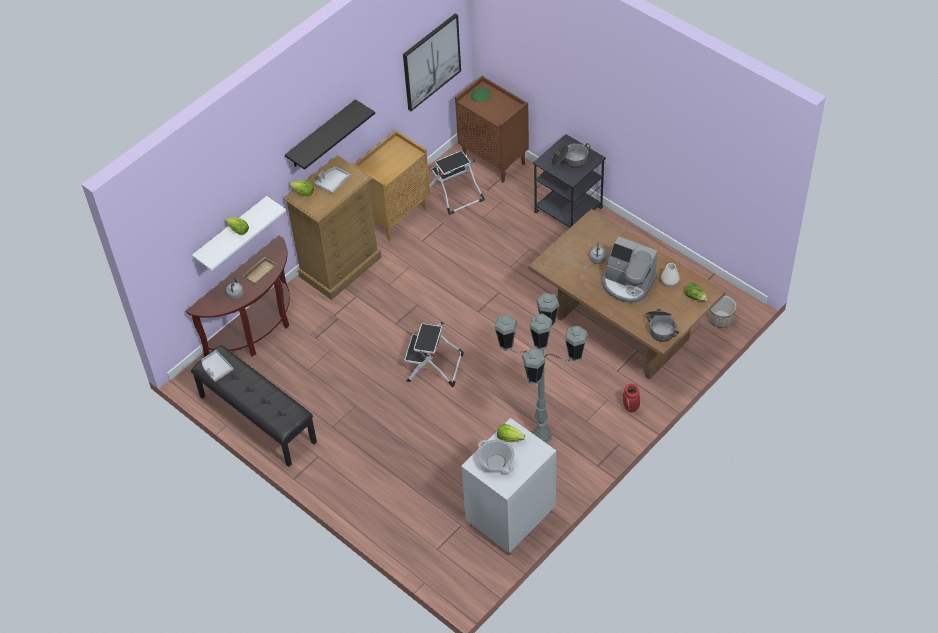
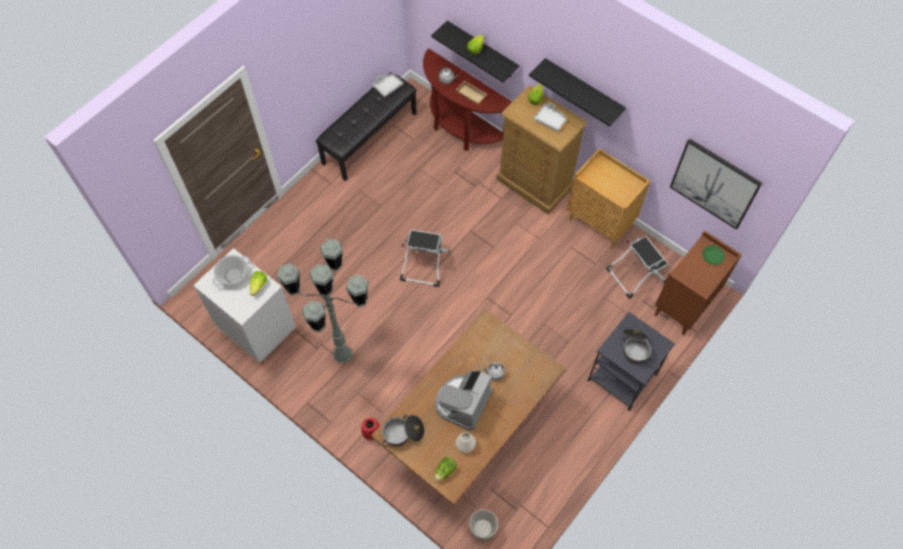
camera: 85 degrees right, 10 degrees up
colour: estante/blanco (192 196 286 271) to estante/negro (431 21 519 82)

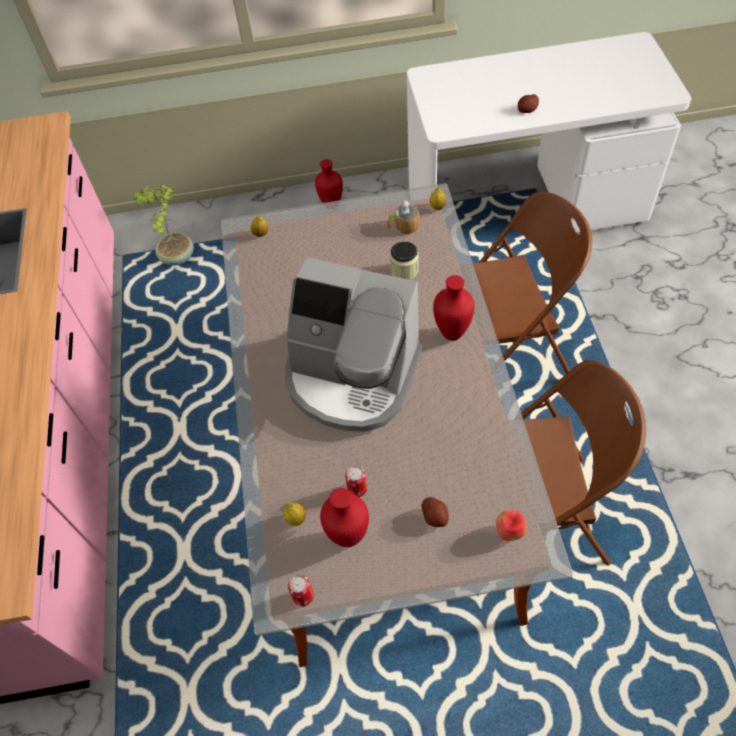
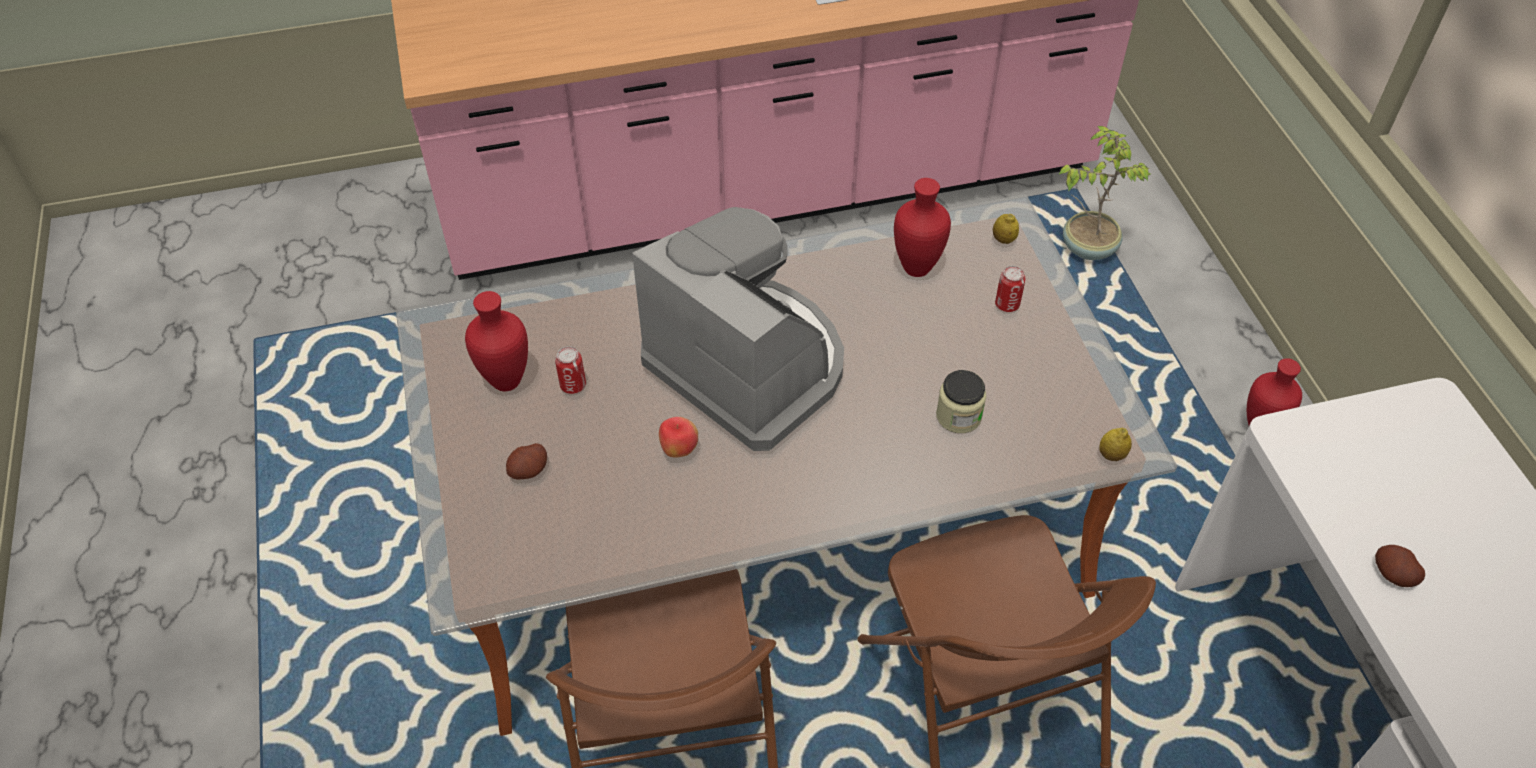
camera: 80 degrees right, 5 degrees down
missing: limón (283 502 306 526); taza grande (386 200 420 235)
relocated: lata (288 575 314 606) to (995 266 1025 312); florero/rojo (433 275 474 341) to (894 178 951 277); manzana (496 510 526 541) to (659 417 698 458)
spun: cafetera (285 257 422 432) = (633 207 844 451) 120 degrees clockwise

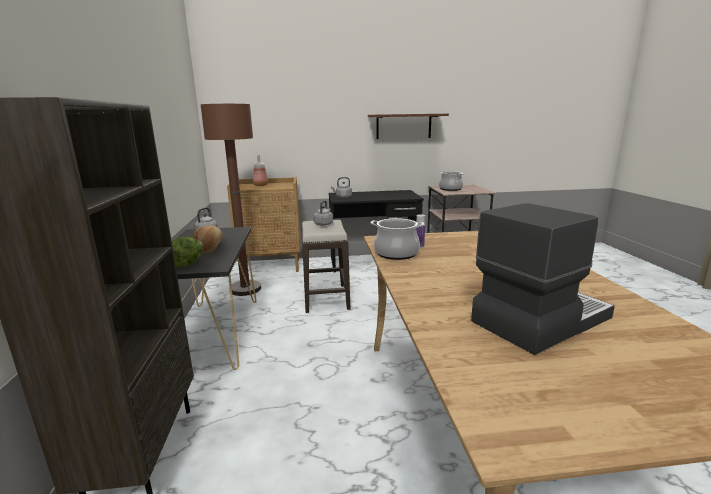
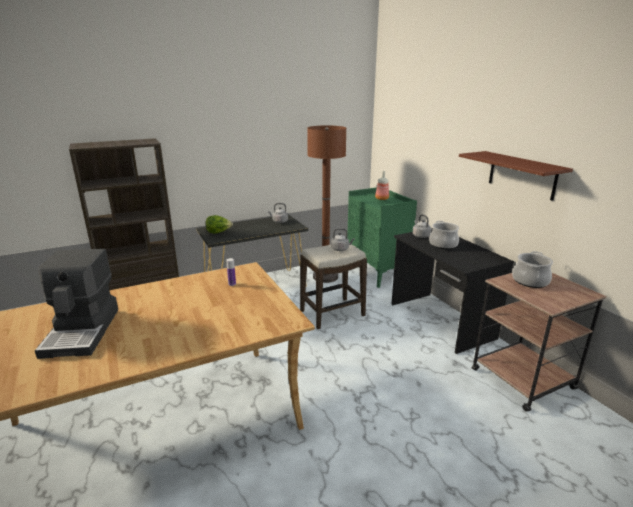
camera: 70 degrees right, 5 degrees up
missing: pan (192 226 223 253)
relocated: olla (371 218 425 260) to (429 221 459 249)
colour: armario/marrón (227 177 300 272) to armario/verde (347 187 417 288)
spun: cafetera (471 203 615 355) = (35 249 118 359) 45 degrees clockwise

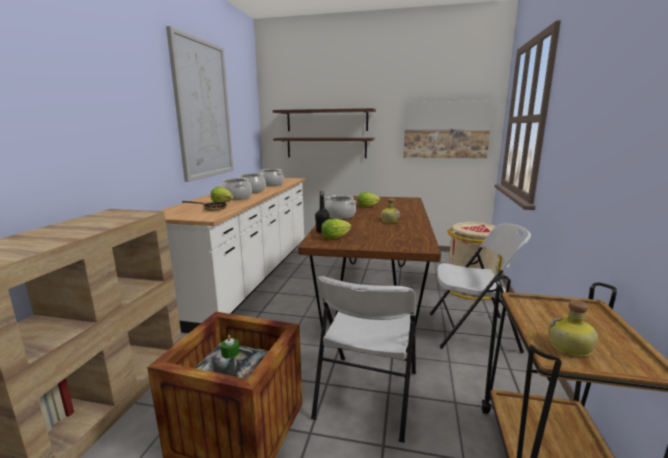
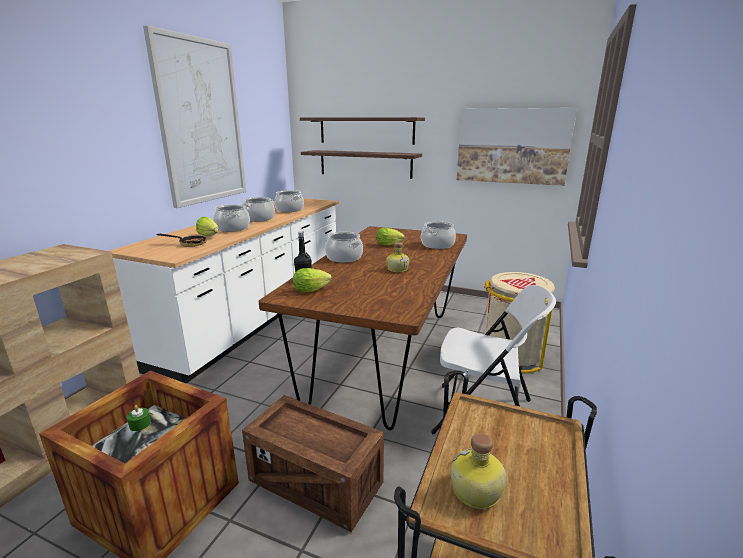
camera: 10 degrees right, 5 degrees up
appeared: olla (421 221 456 249)
exchanged: silla/blanco (311 276 416 443) to caja de embalaje (242 395 384 532)

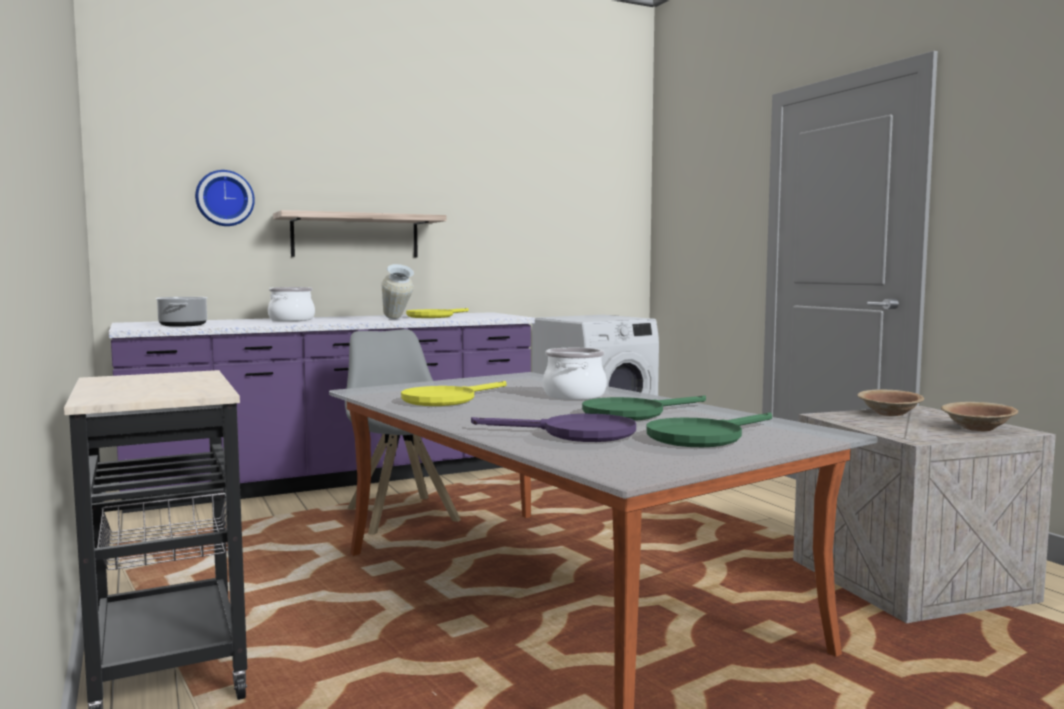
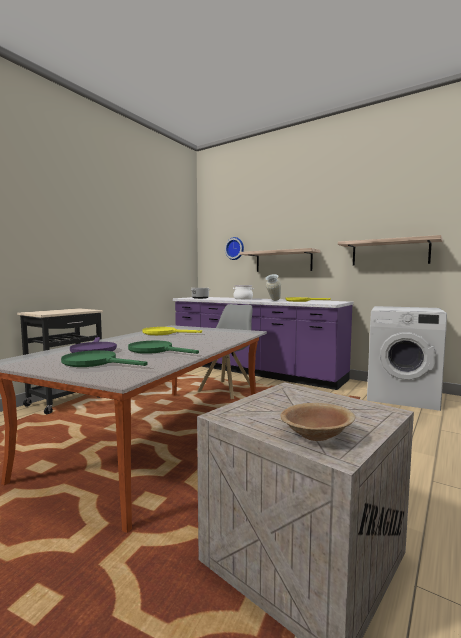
camera: 60 degrees right, 0 degrees up
missing: olla (543 348 607 400); cuenco/marrón (857 389 924 416)
appeared: estante (338 235 443 266)

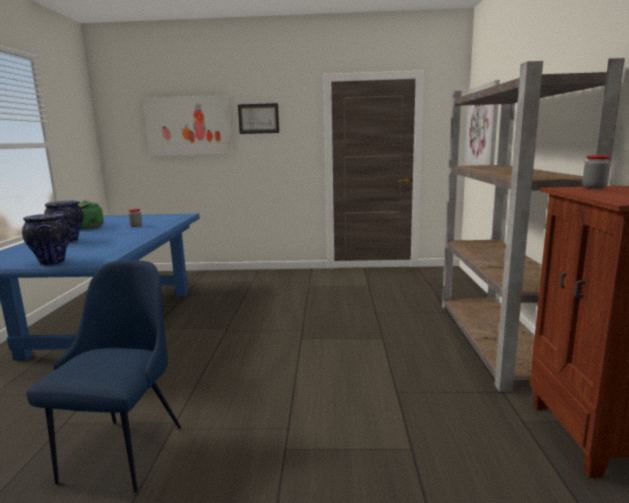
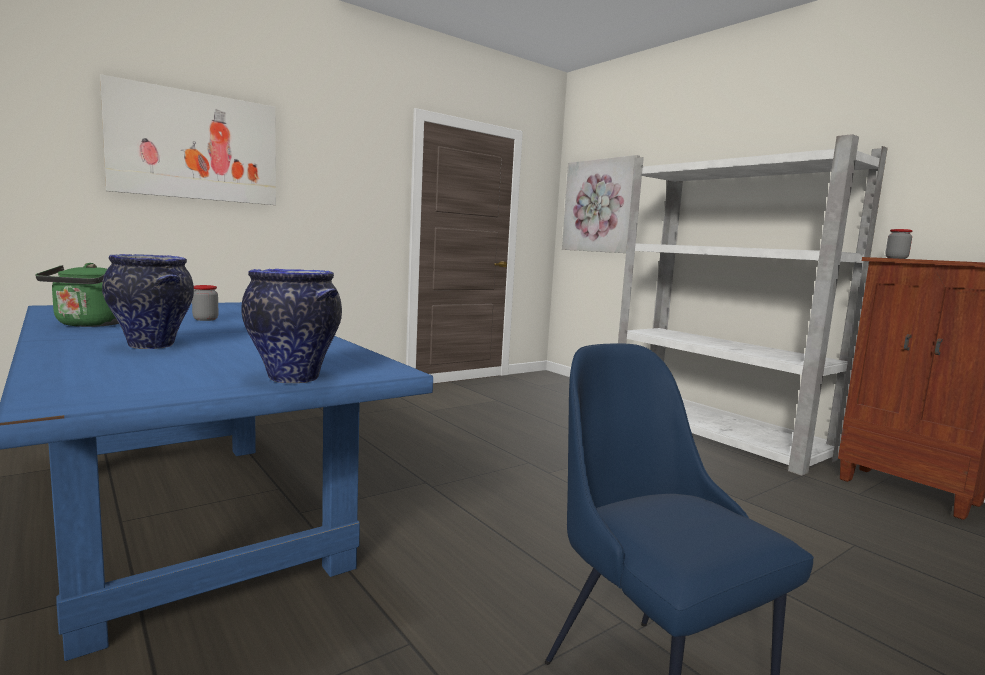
camera: 40 degrees left, 5 degrees down
missing: cuadro (238 103 279 134)
colour: estantería/marrón (442 58 625 392) to estantería/blanco (618 134 888 476)

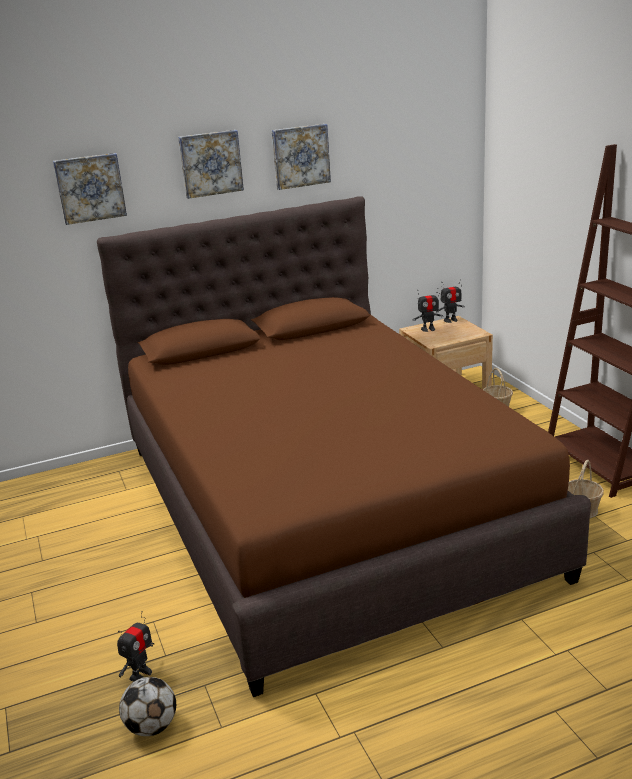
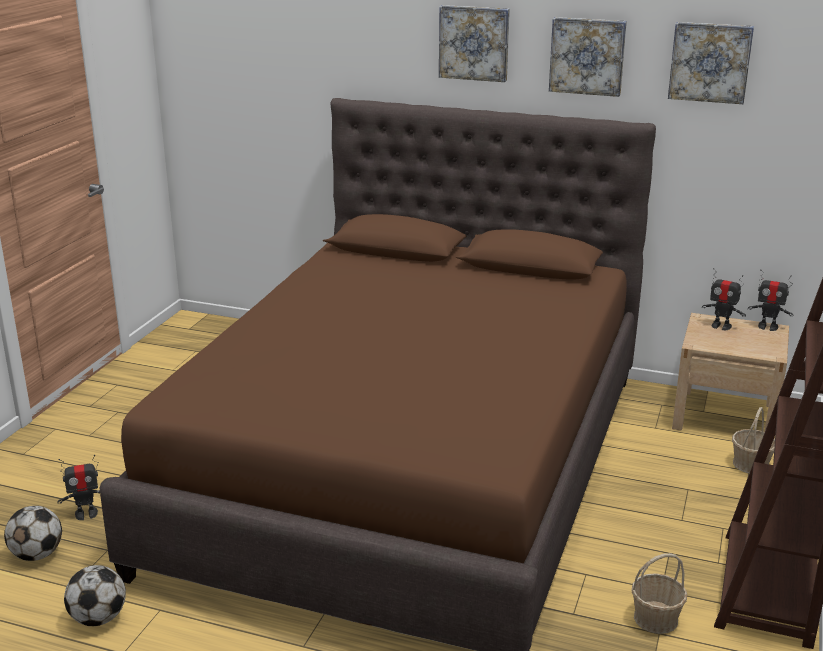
camera: 40 degrees right, 0 degrees up
appeared: balón de fútbol (64 565 126 626)
relocated: cuadro (53 153 127 225) to (668 22 754 104)

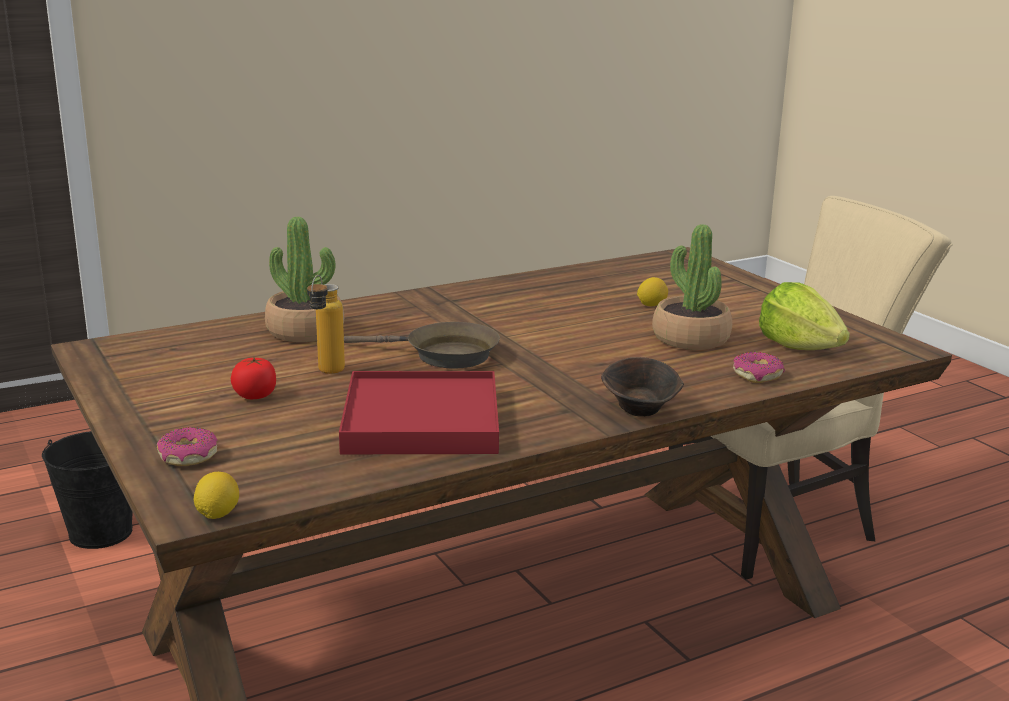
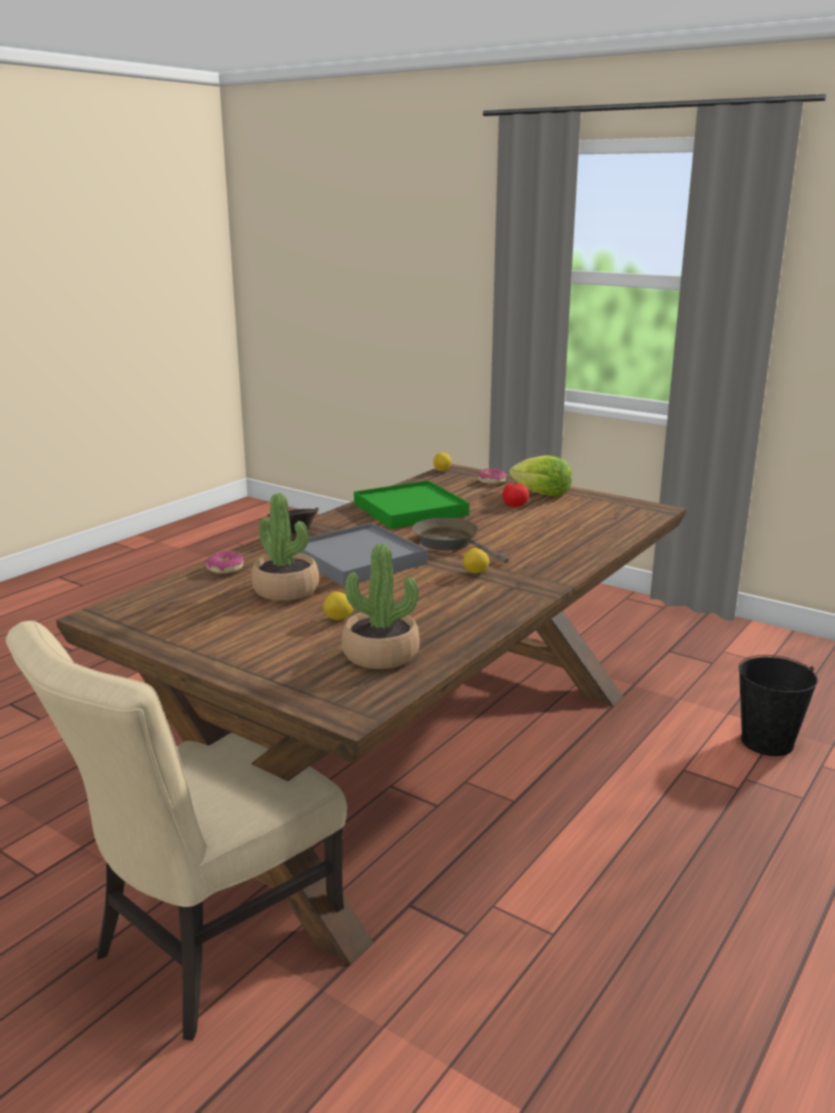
camera: 155 degrees right, 0 degrees up
missing: botella (307 275 345 374)
appeared: bandeja/gris (292 523 428 587); limón (463 548 489 573)
relocated: planta en maceta (265 217 344 342) to (341 544 420 669); lechuga (759 282 850 350) to (509 455 572 496)
colour: bandeja/rojo (339 371 499 454) to bandeja/verde (354 480 469 529)
spun: sartén/marrón (344 322 500 368) = (412 518 509 563) 60 degrees clockwise

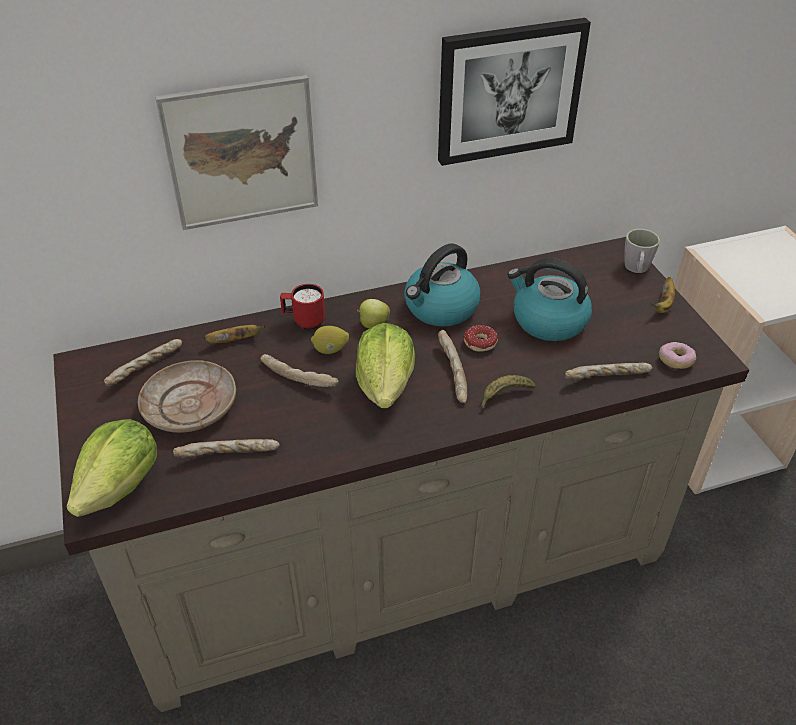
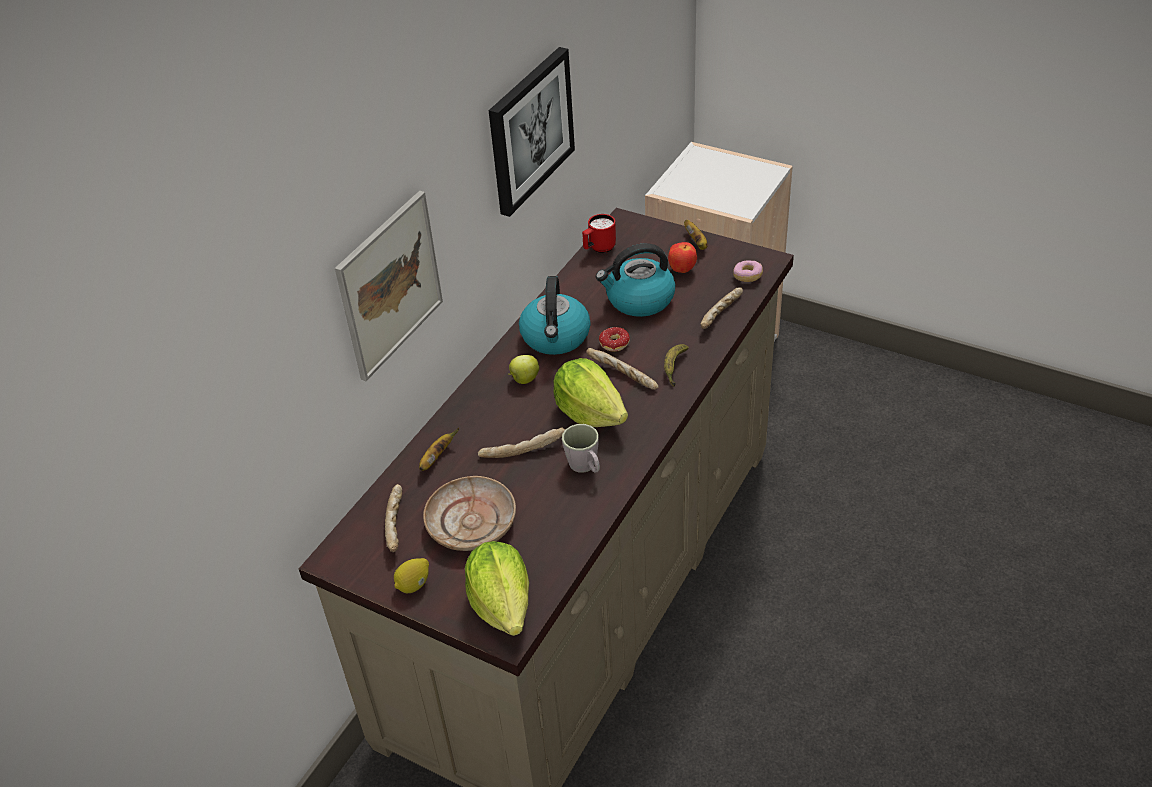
camera: 40 degrees left, 0 degrees up
missing: pan (173 439 280 458)
appeared: manzana (668 242 697 273)
relocated: taza grande/rojo (280 284 325 330) to (582 214 616 253); limón (311 326 349 354) to (394 558 429 593); taza grande/gris (624 229 660 273) to (562 424 600 473)

